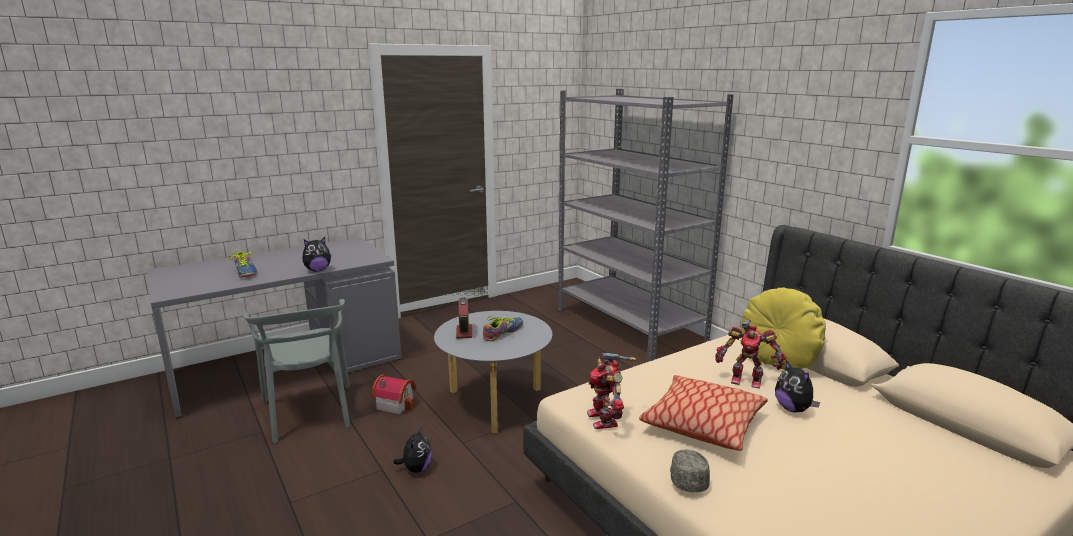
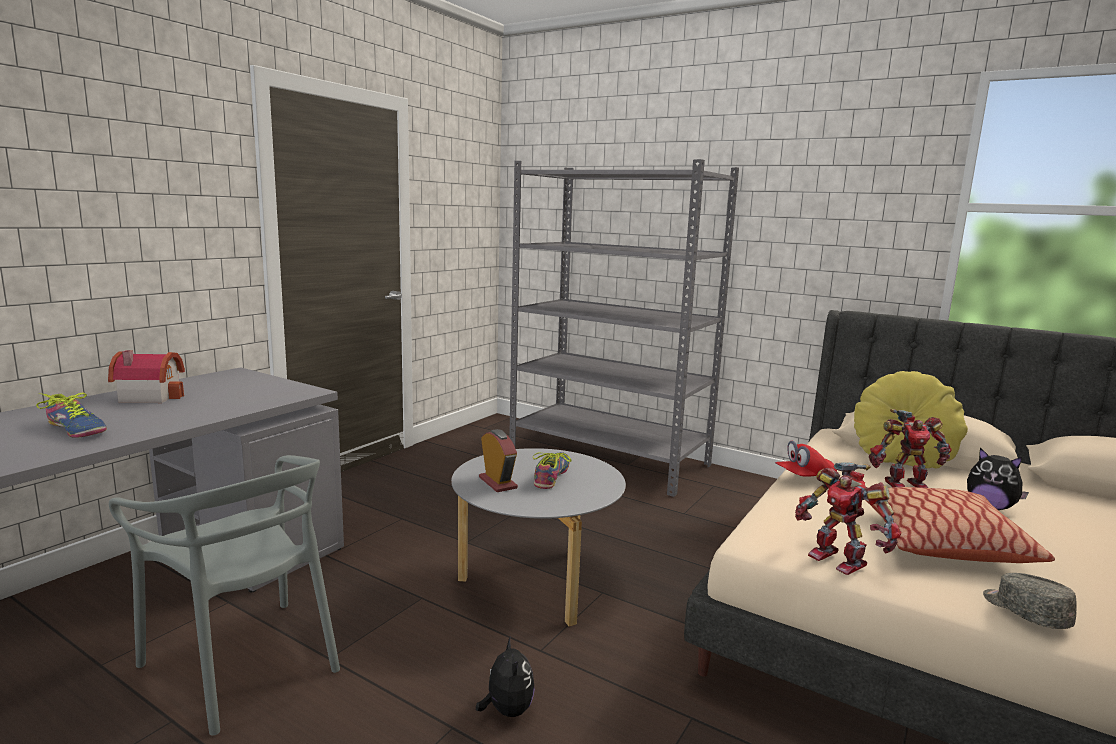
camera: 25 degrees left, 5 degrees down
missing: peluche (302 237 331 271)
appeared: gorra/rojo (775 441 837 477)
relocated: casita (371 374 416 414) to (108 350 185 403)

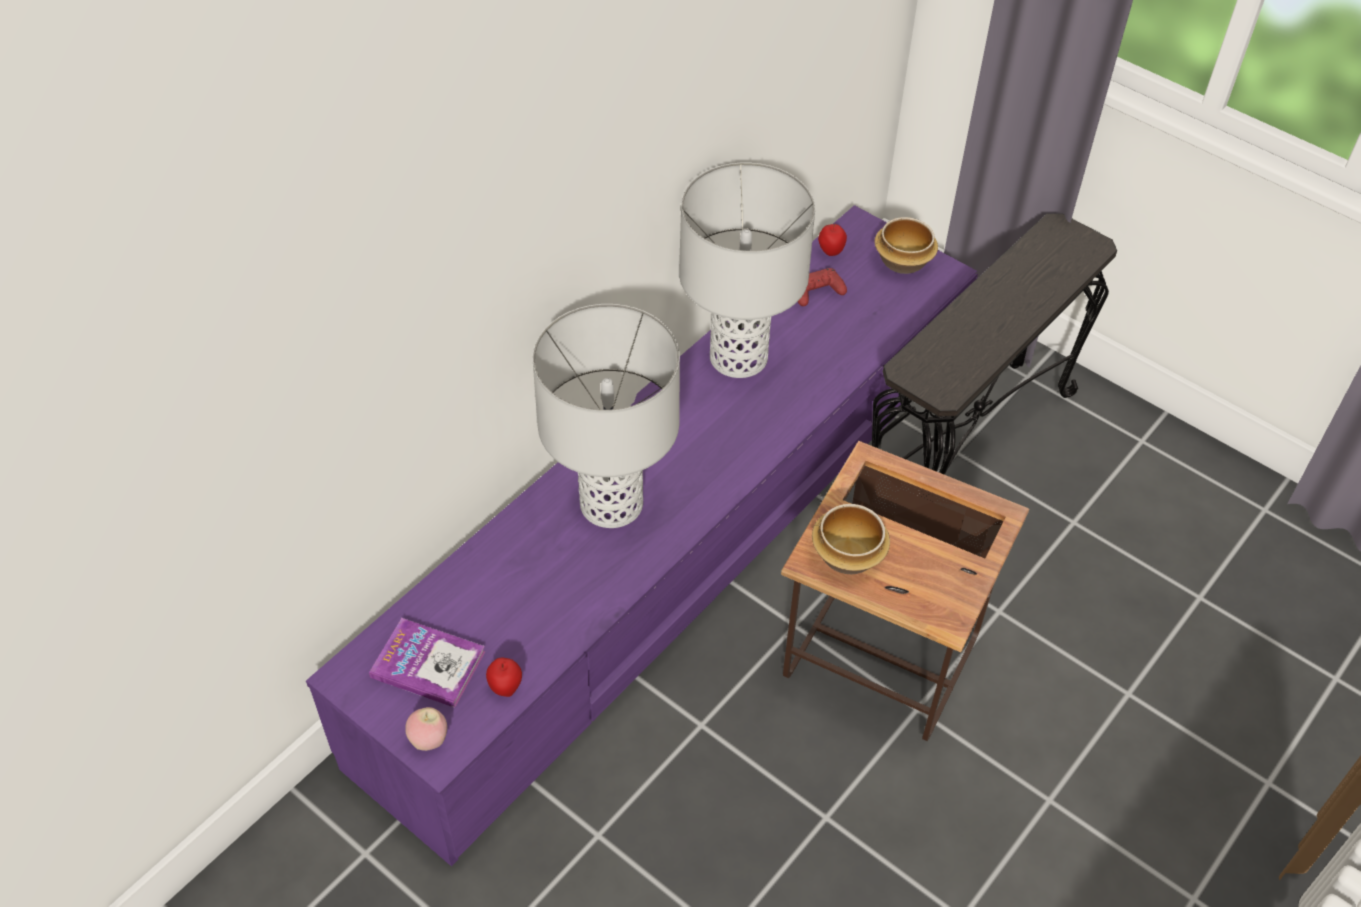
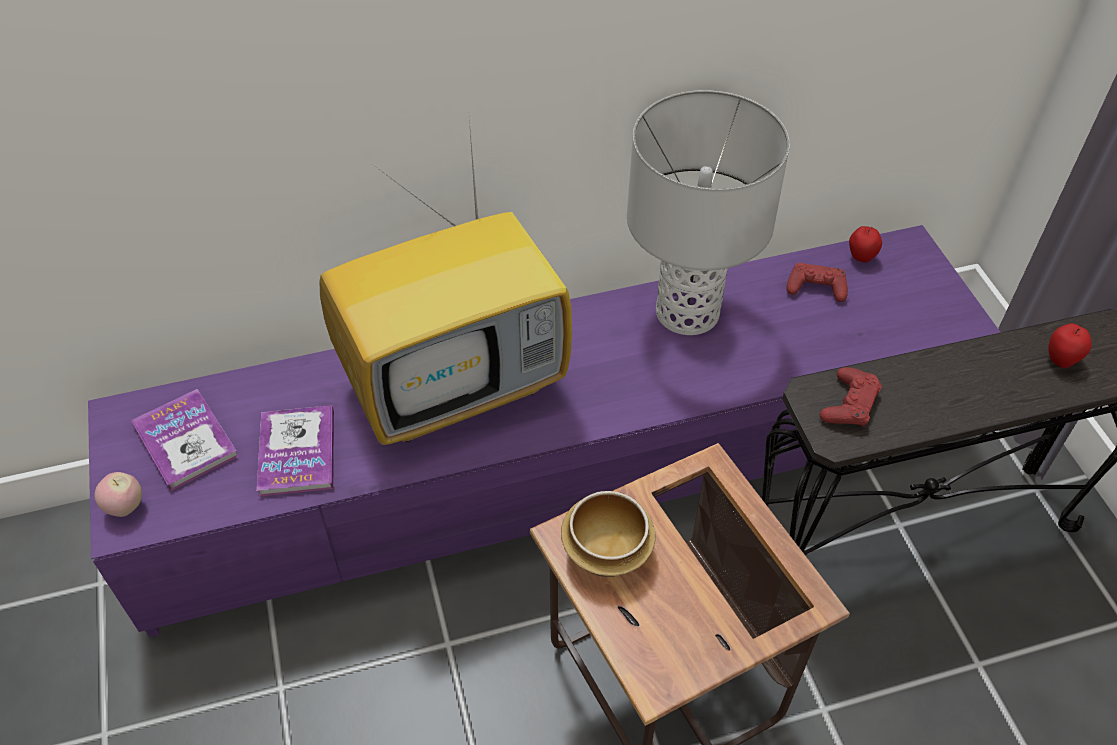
camera: 35 degrees right, 0 degrees up
missing: cuenco (875 217 938 274)
appeared: libro (257 405 334 496); mando de consola/rojo (820 367 882 427)
relocated: manzana (486 658 522 697) to (1048 323 1092 368)
exchanged: lámpara de mesa/blanco (533 304 680 528) to televisor (320 119 572 445)

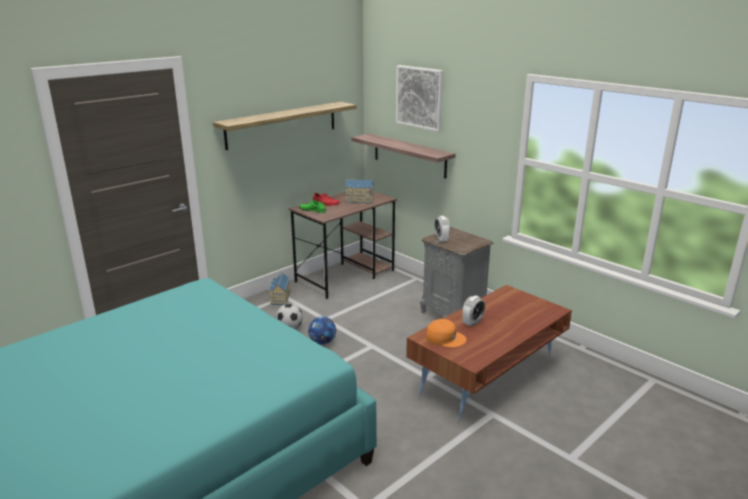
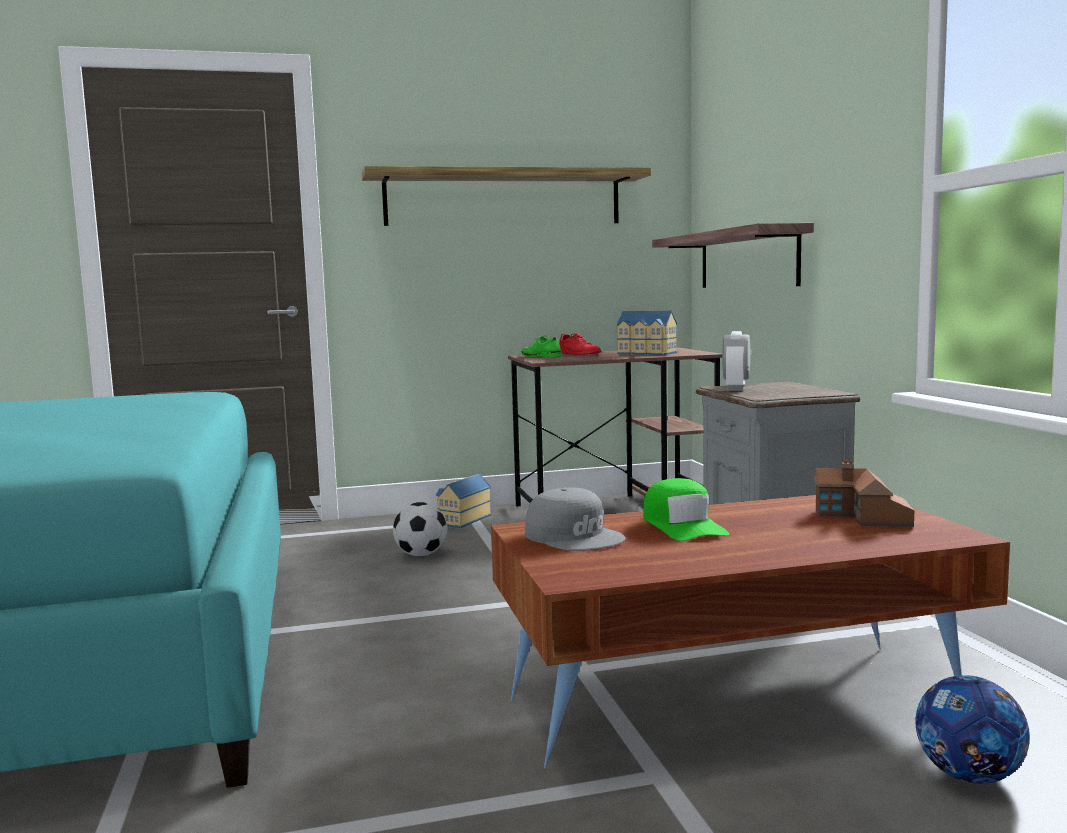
camera: 30 degrees right, 15 degrees down
missing: cuadro (396 65 444 132)
appeared: casita (814 460 915 527)
relocated: balón de fútbol (308 316 336 345) to (916 675 1030 784)
exchanged: despertador (462 296 485 327) to gorra/verde (643 478 729 541)
colour: gorra/naranja (426 319 466 347) to gorra/gris (525 488 625 551)

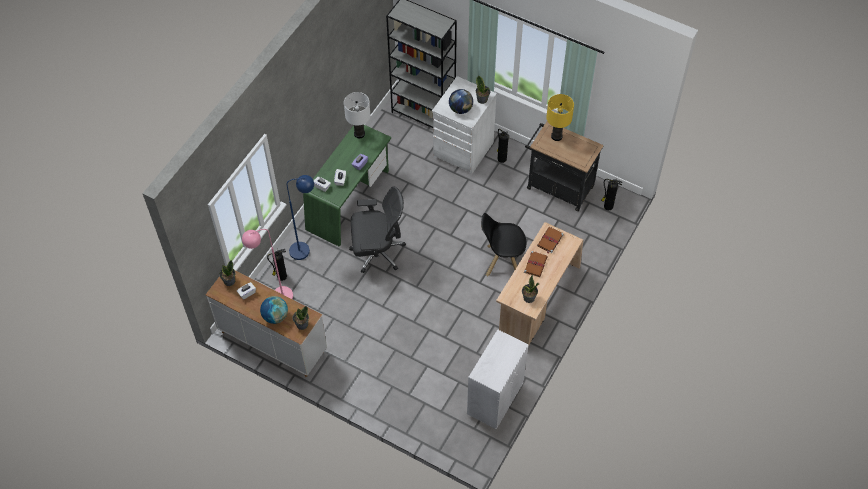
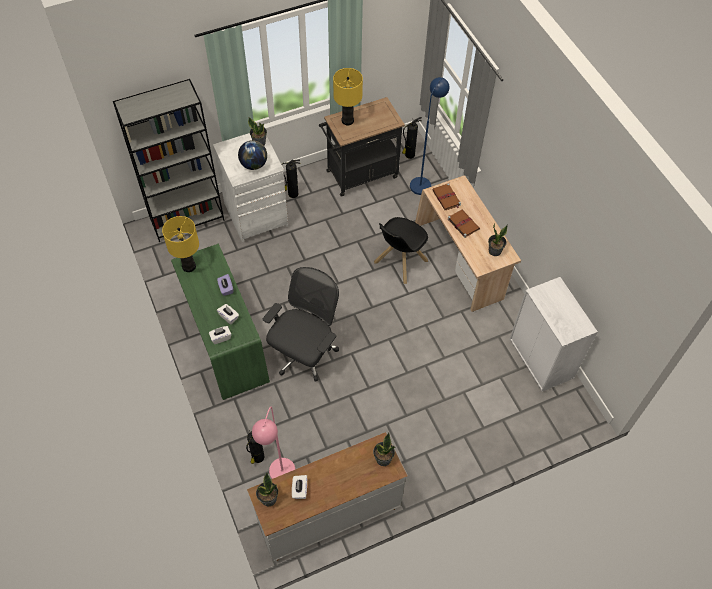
camera: 55 degrees left, 0 degrees up
missing: globo terráqueo (260 296 288 324)
relocated: lámpara de pie/azul (287 175 314 260) to (410 77 449 195)
colour: lámpara de mesa/blanco (344 92 370 138) to lámpara de mesa/amarillo (162 216 199 272)

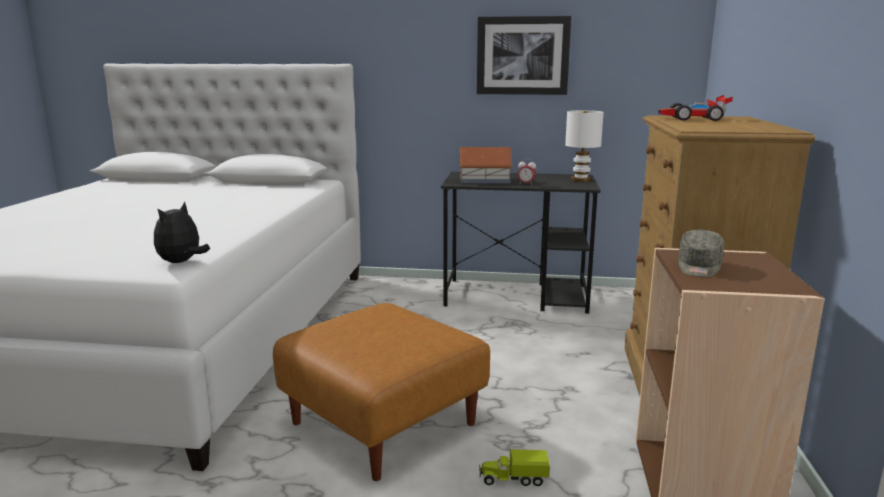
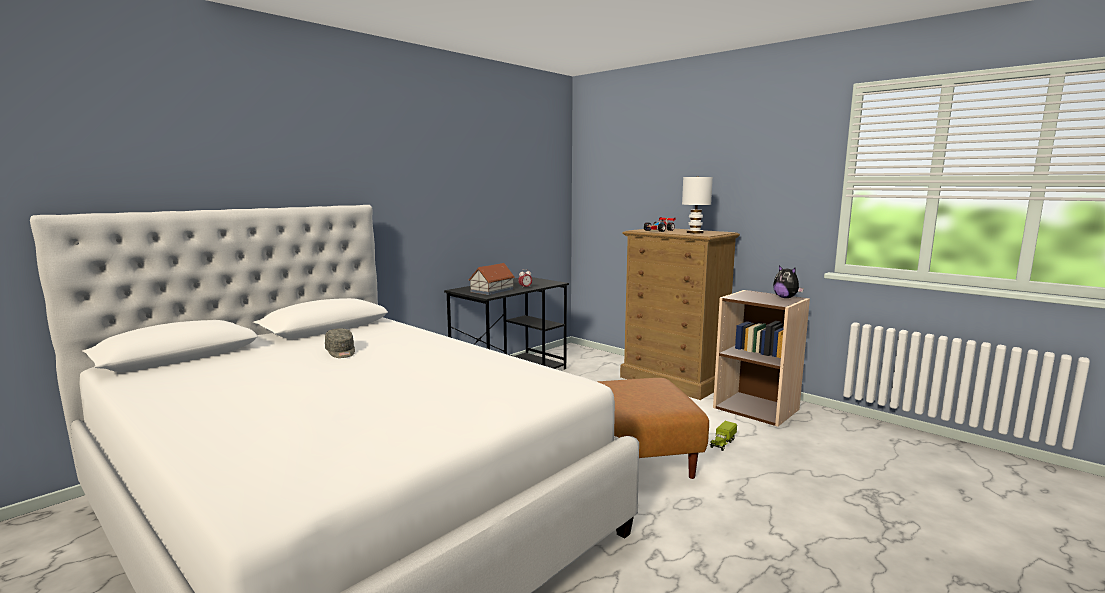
camera: 55 degrees left, 5 degrees down
missing: cuadro (477 16 571 95)
relocated: peluche (154 202 210 263) to (773 265 804 298); lámpara de mesa/blanco (565 110 604 182) to (682 176 713 233); gorra/gris (678 230 724 277) to (325 328 355 358)

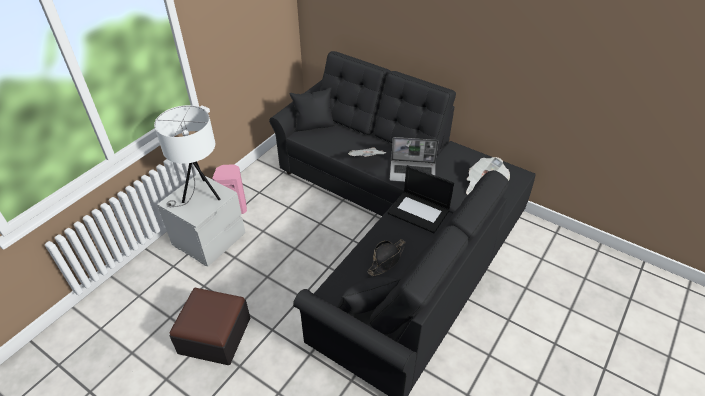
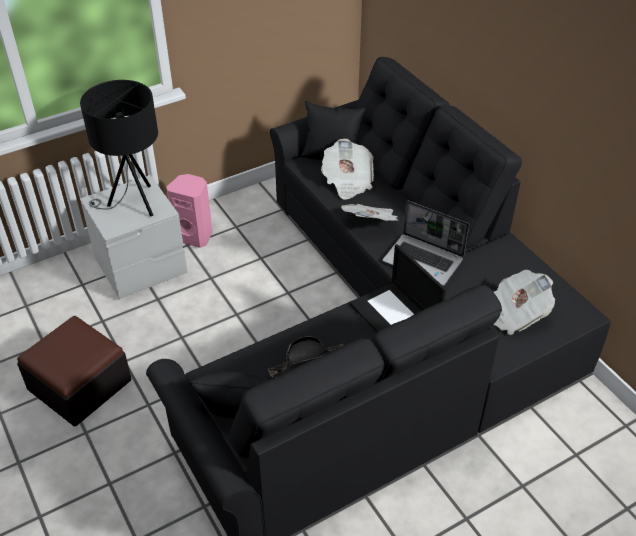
camera: 25 degrees right, 0 degrees up
appeared: periódico (321 139 374 200)
colour: lámpara de mesa/blanco (154 105 220 207) to lámpara de mesa/negro (80 80 158 217)

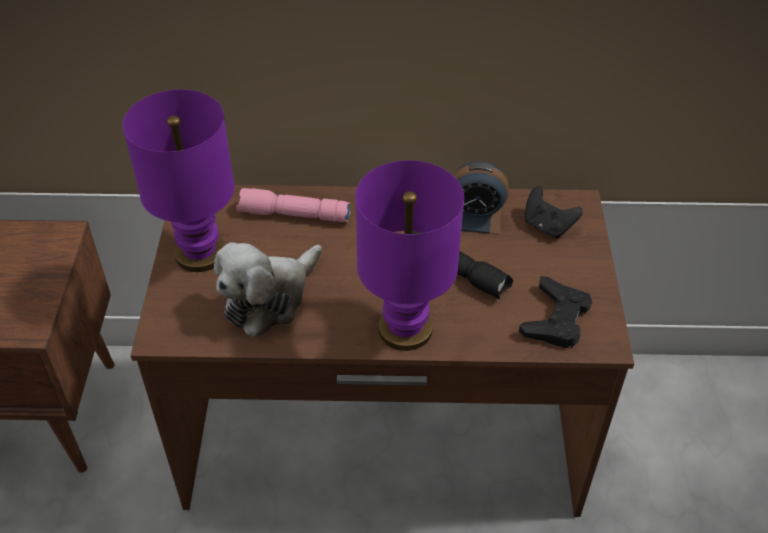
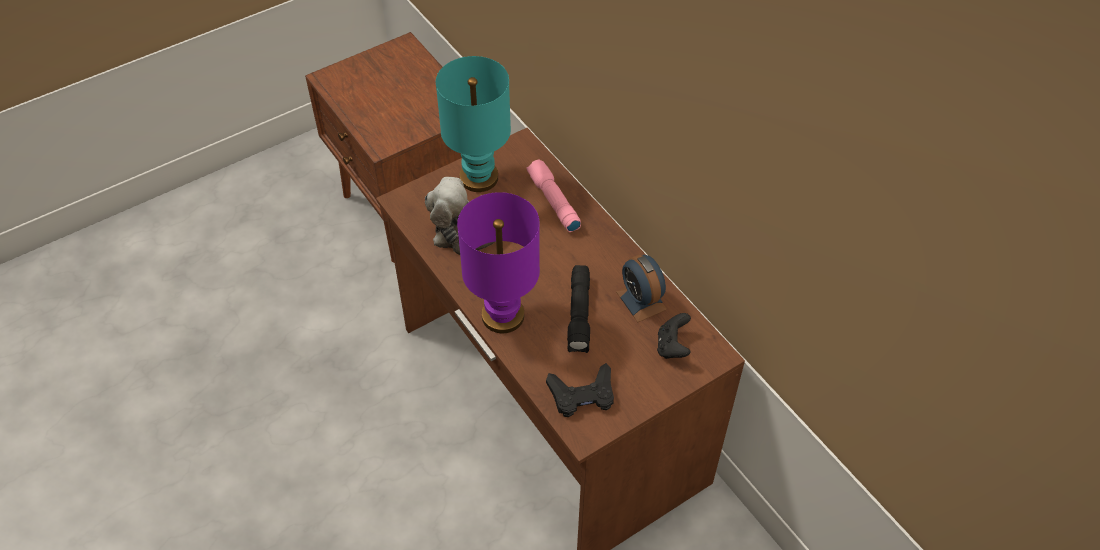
camera: 55 degrees right, 5 degrees up
colour: lámpara de mesa/morado (123 89 234 272) to lámpara de mesa/turquesa (436 56 511 192)

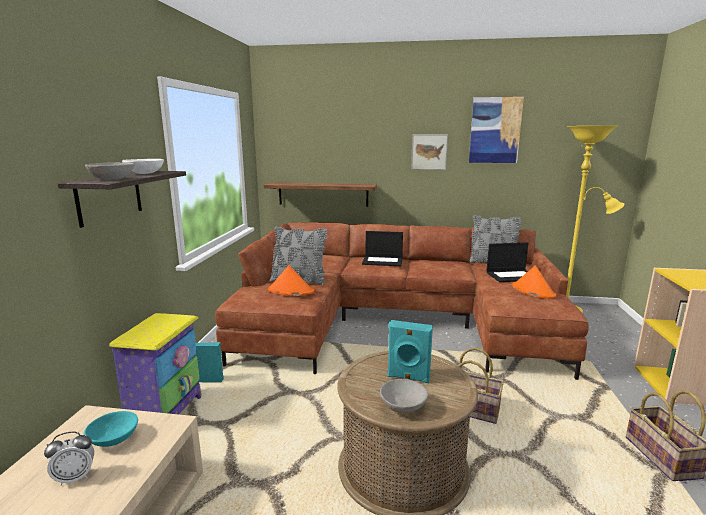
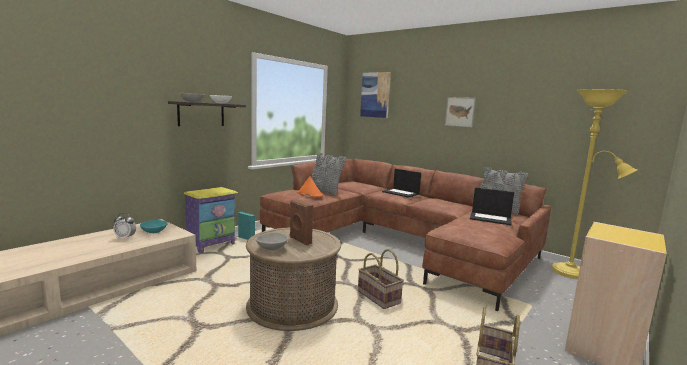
camera: 30 degrees right, 5 degrees down
missing: estante (264 182 377 207); sombrero/naranja (512 265 556 299)
relocated: cuadro (469 97 524 163) to (360 72 391 118)
colour: altavoz/turquesa (387 320 433 383) to altavoz/marrón (290 199 313 246)

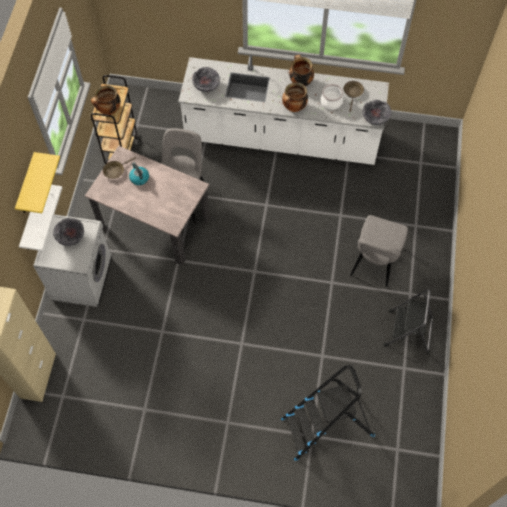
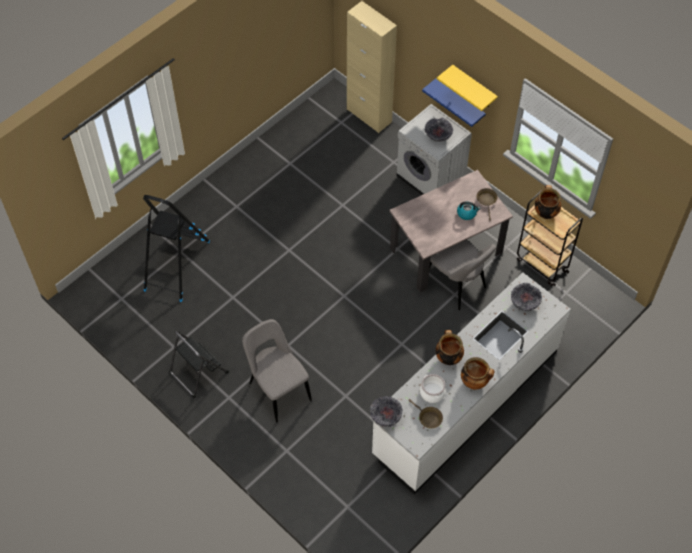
camera: 125 degrees right, 5 degrees down
colour: estante/blanco (19 185 62 251) to estante/azul (422 78 486 127)

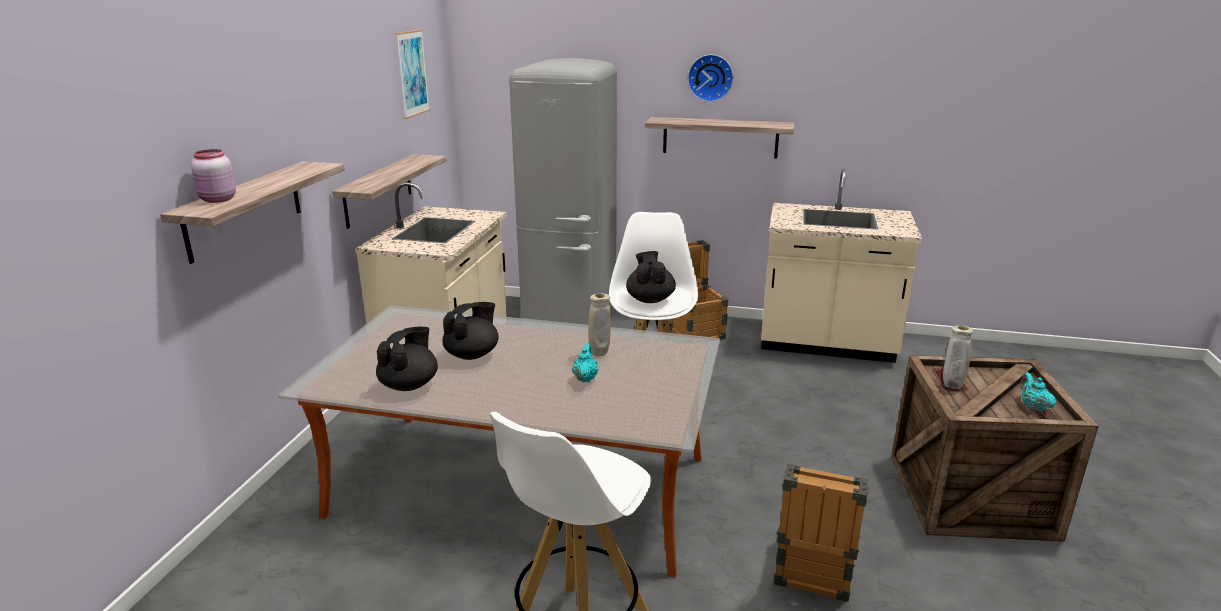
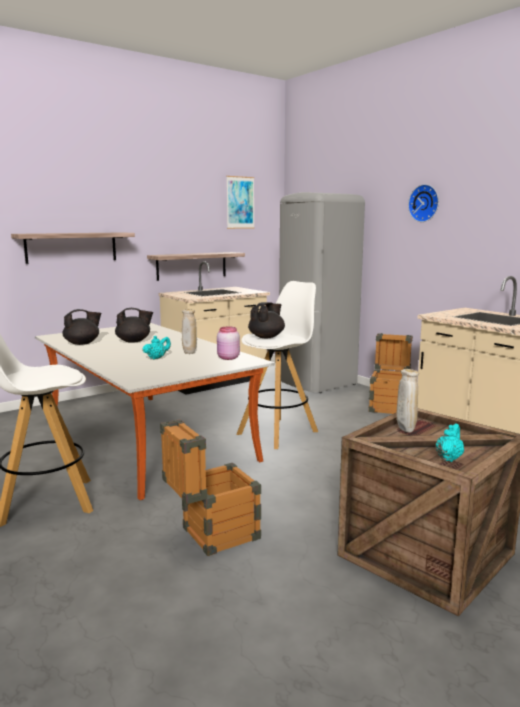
camera: 40 degrees right, 10 degrees down
missing: estante (645 117 794 158)
relocated: tarro/rosa (191 149 236 203) to (217 327 240 360)

